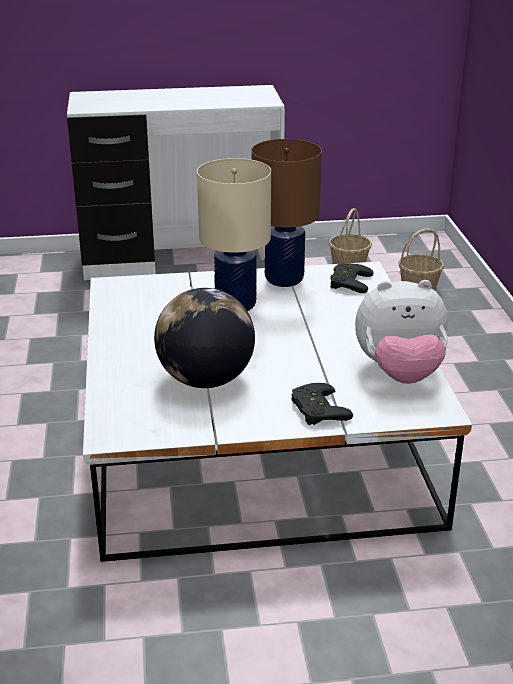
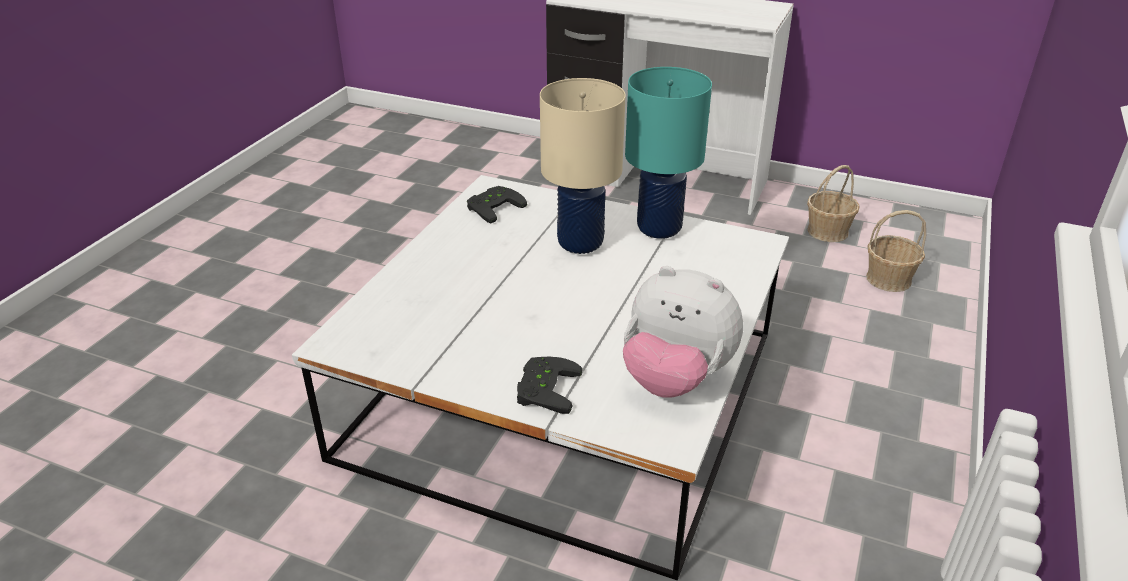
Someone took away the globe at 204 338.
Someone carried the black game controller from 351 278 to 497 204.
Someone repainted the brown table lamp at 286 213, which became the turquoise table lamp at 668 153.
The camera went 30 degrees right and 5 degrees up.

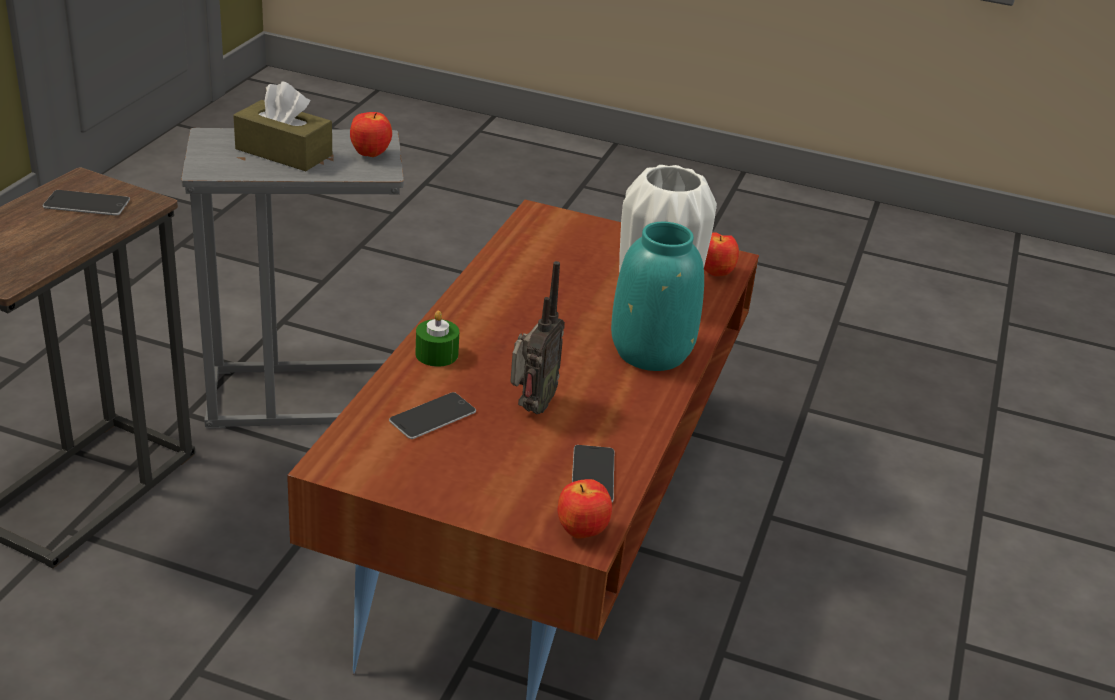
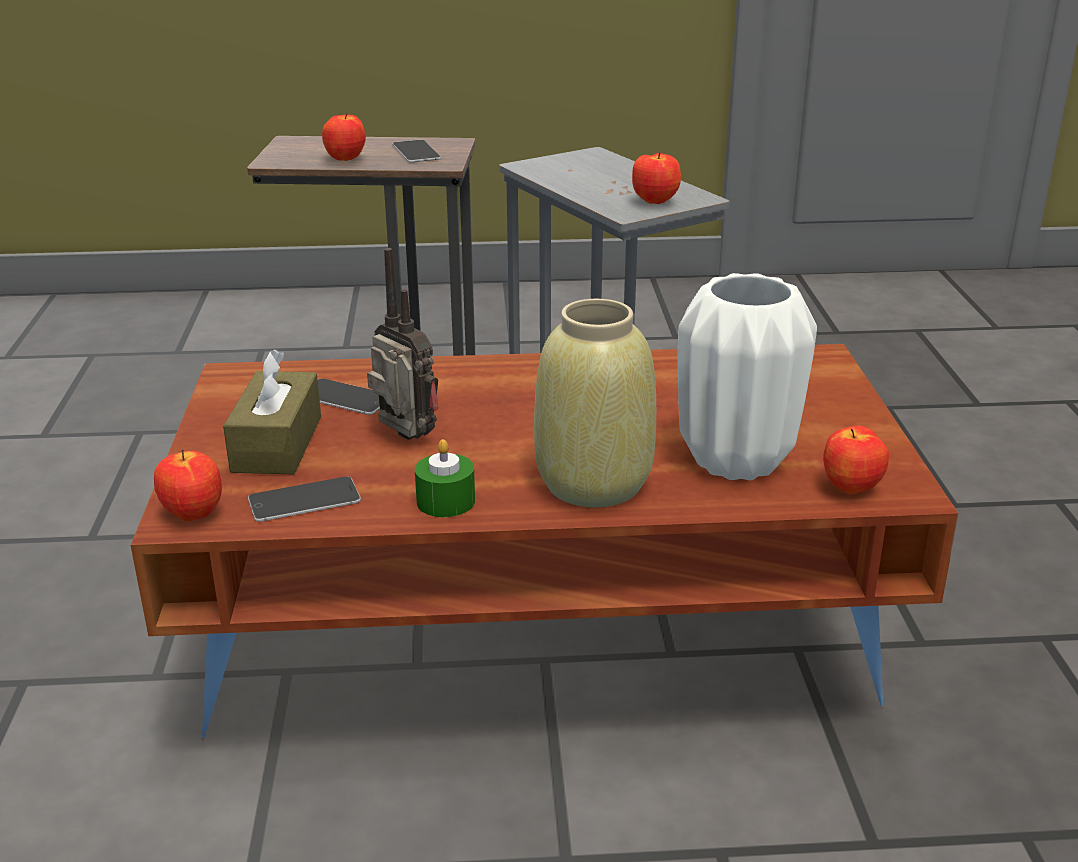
Someone put down the apple at 344 137.
Someone carried the brown tissue box from 282 126 to 272 412.
Someone carried the green candle from 437 339 to 445 478.
Someone repainted the turquoise vase at 657 296, which became the beige vase at 595 403.
Someone rotated the radio at 537 338 by 135 degrees counterclockwise.
The camera went 70 degrees right and 5 degrees down.

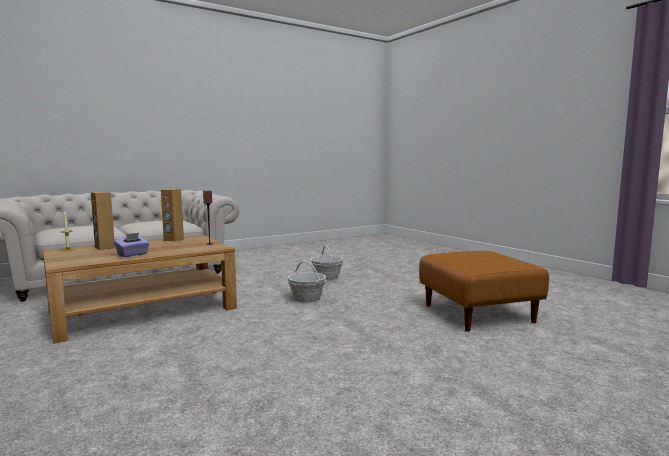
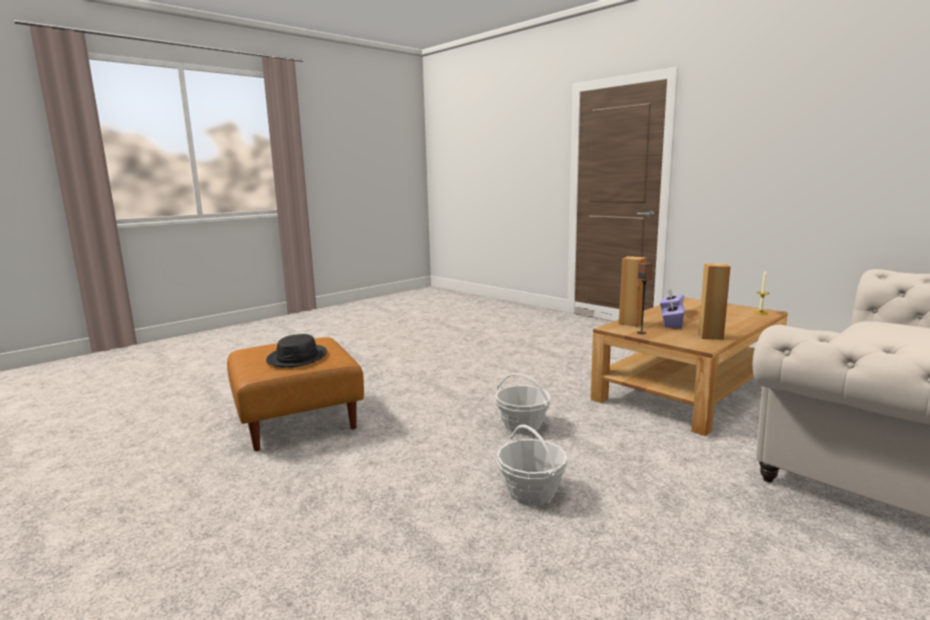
Someone put down the black hat at 296 351.
Someone put down the purple tissue box at 673 314.
Someone carried the brown speaker from 103 221 to 632 291.
The camera went 170 degrees right and 5 degrees up.

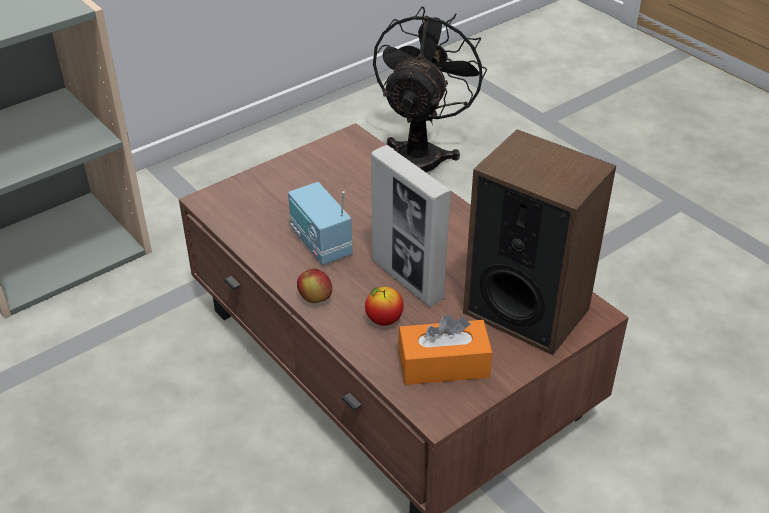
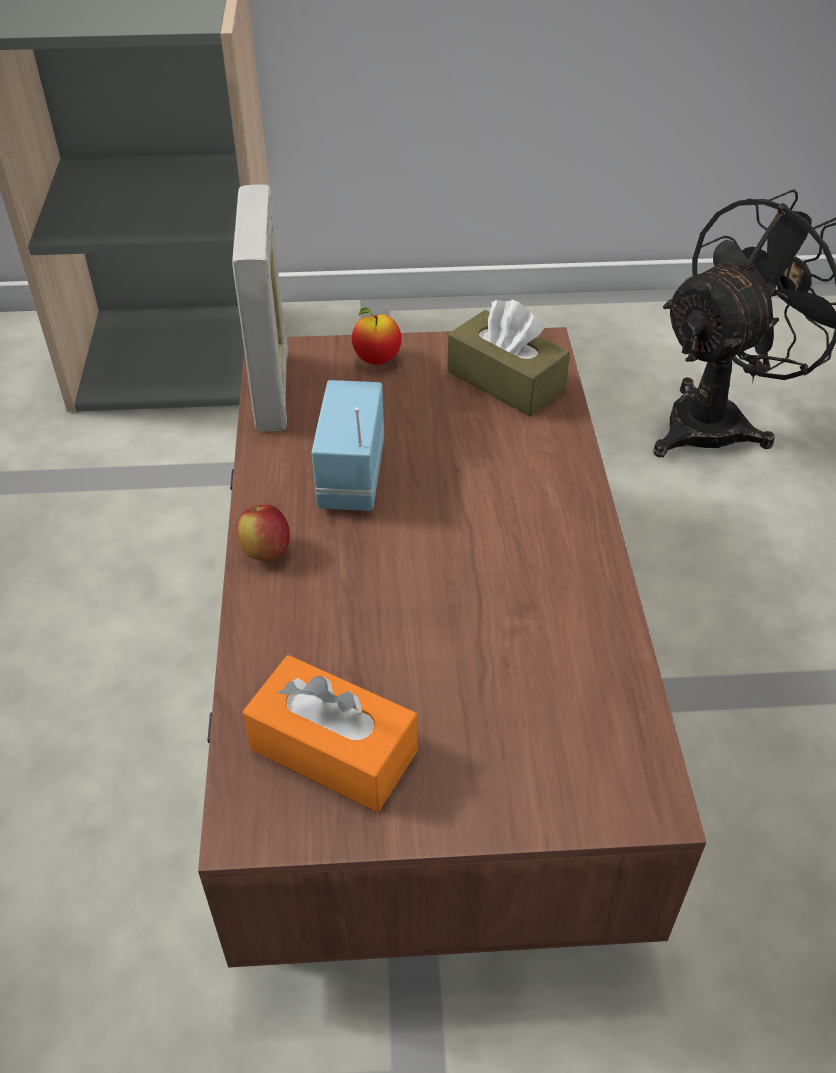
Someone took away the speaker at 539 242.
Someone put down the brown tissue box at 508 358.
Someone carried the apple from 384 306 to 376 336.
Someone carried the picture frame from 411 225 to 260 308.
The camera went 35 degrees right and 5 degrees up.

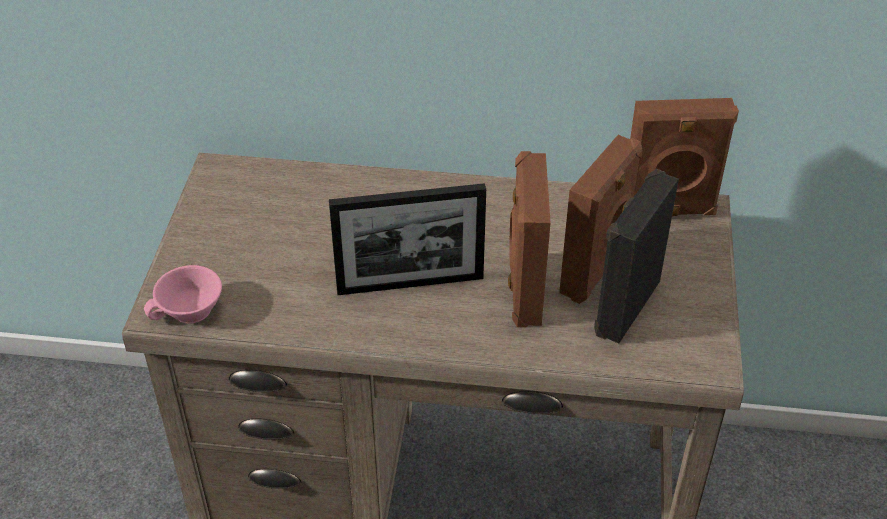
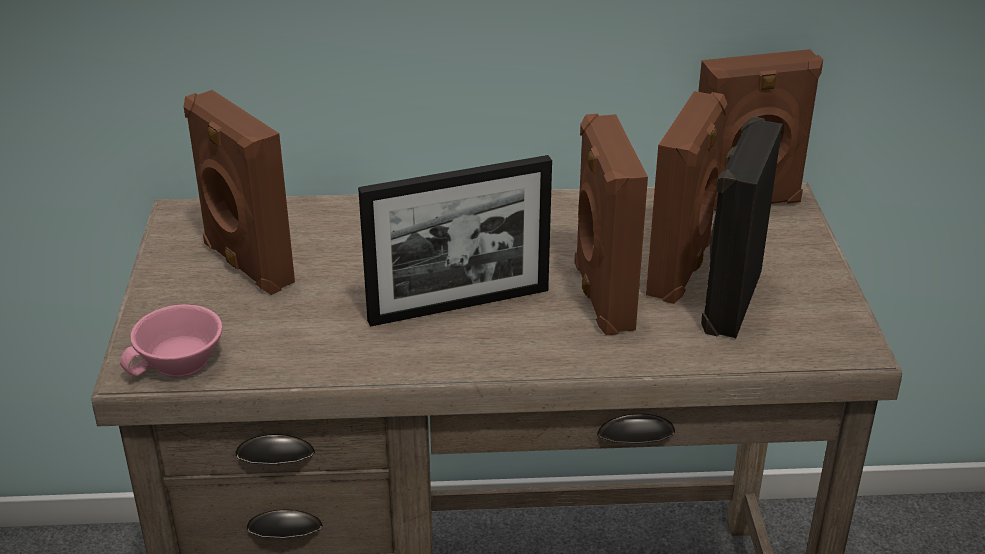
Someone put down the brown speaker at 239 192.
The camera went 10 degrees left and 10 degrees down.

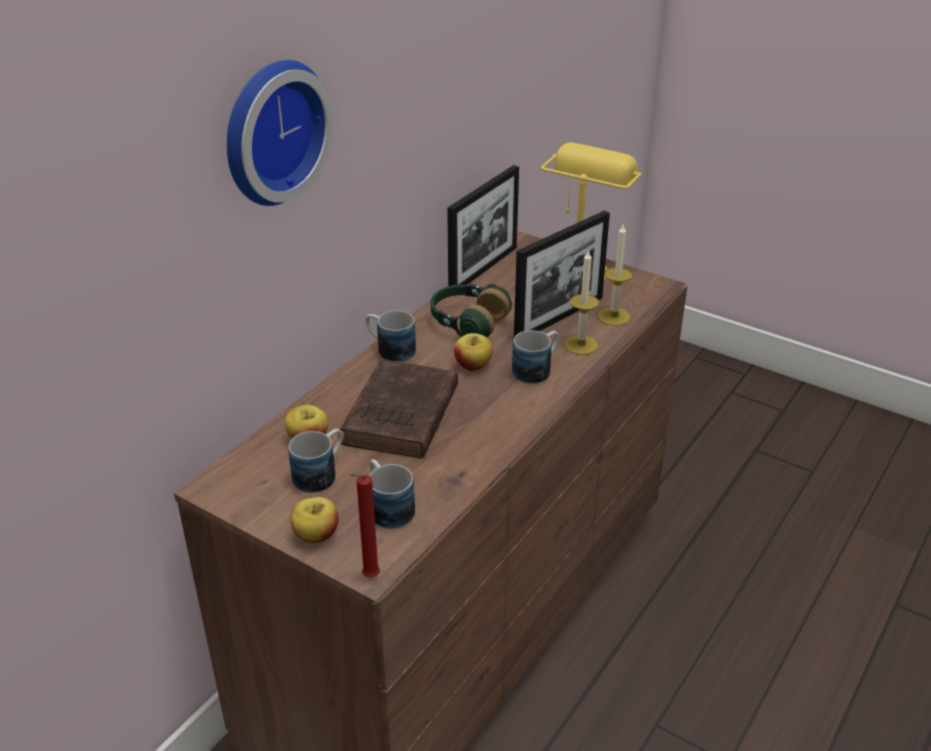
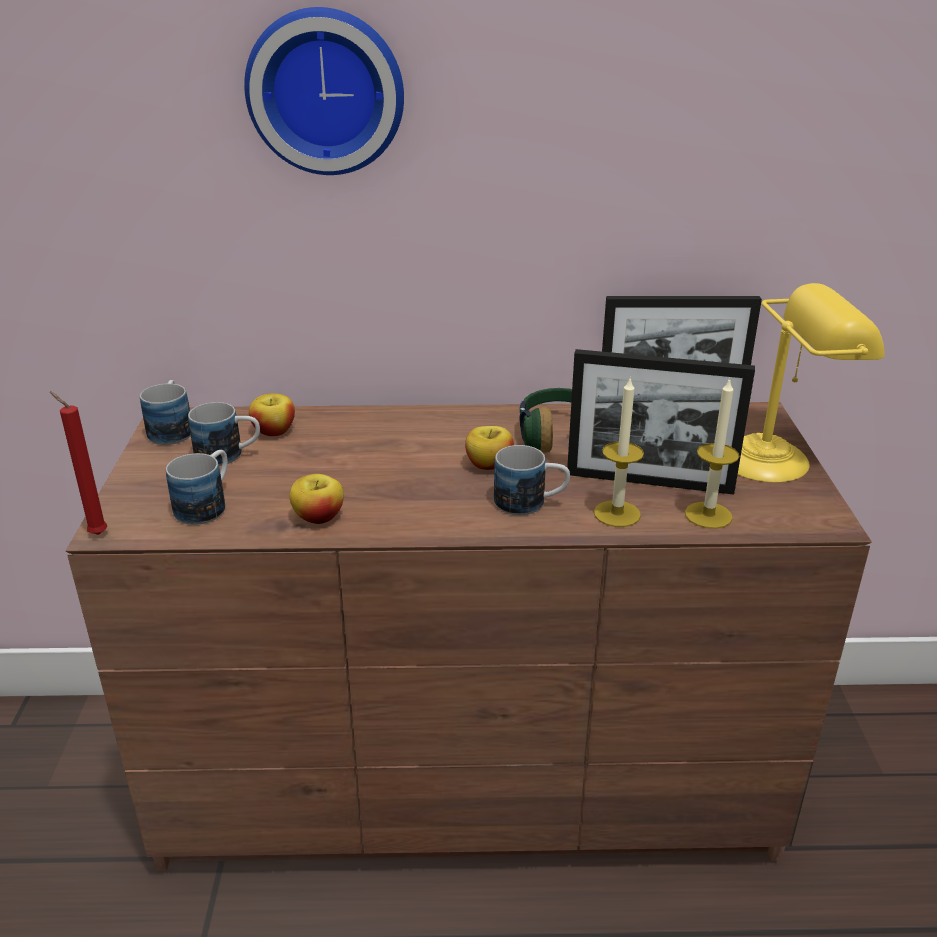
Someone took away the brown book at 399 409.
Someone carried the apple from 315 520 to 316 499.
Someone carried the mug from 391 336 to 165 412.
The camera went 55 degrees right and 5 degrees down.

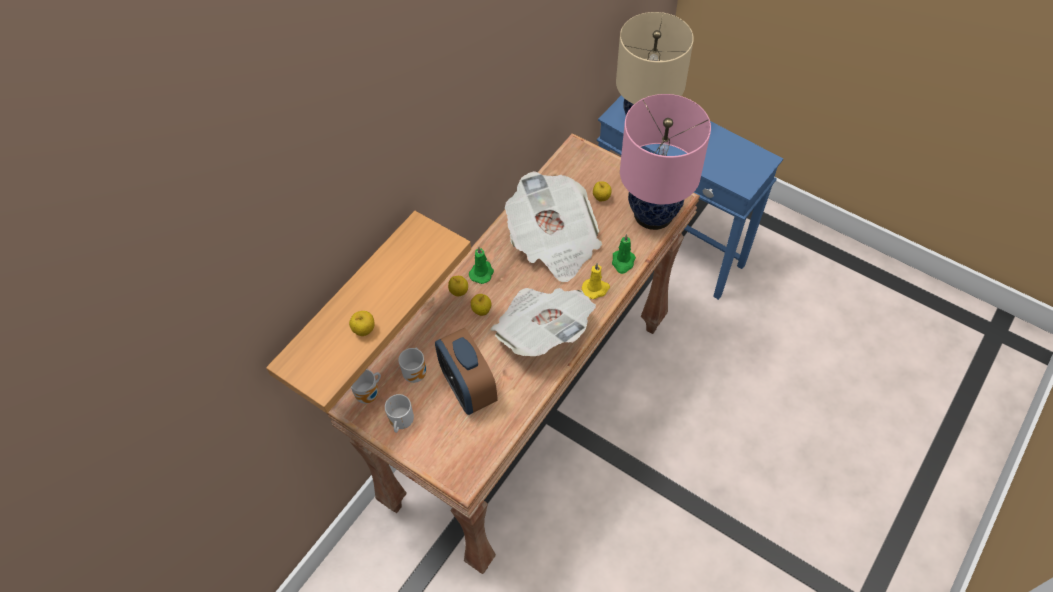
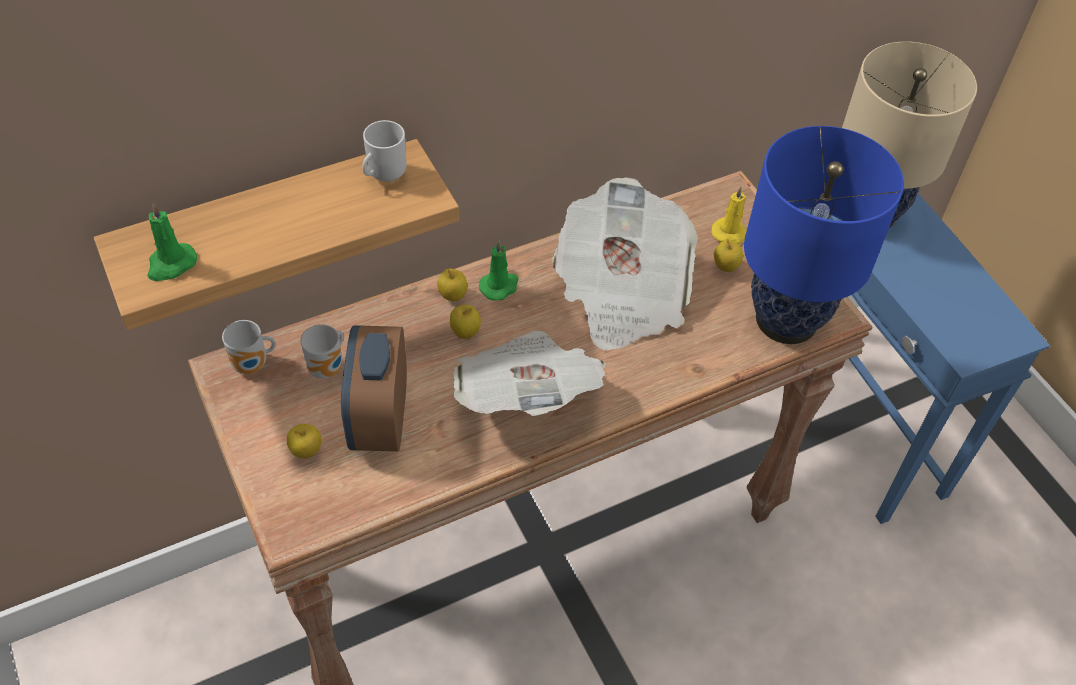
Someone carried the apple from 362 323 to 304 441.
Someone carried the mug from 399 413 to 384 151.
Someone carried the yellow candle from 596 281 to 729 215.
Someone carried the green candle from 624 254 to 172 242.
Someone repainted the pink table lamp at 665 162, which became the blue table lamp at 824 235.
The camera went 25 degrees right and 5 degrees down.

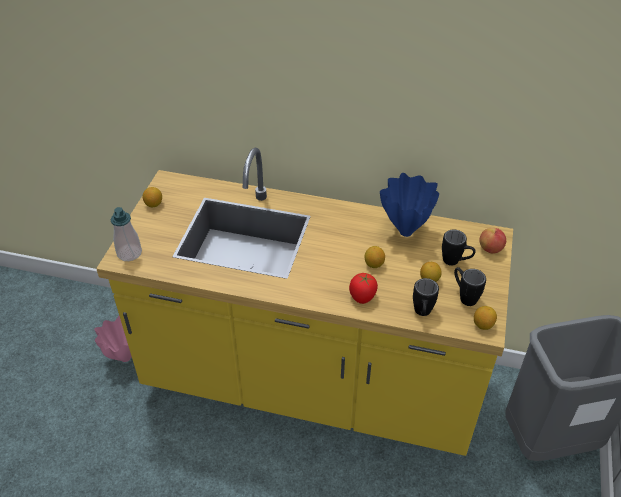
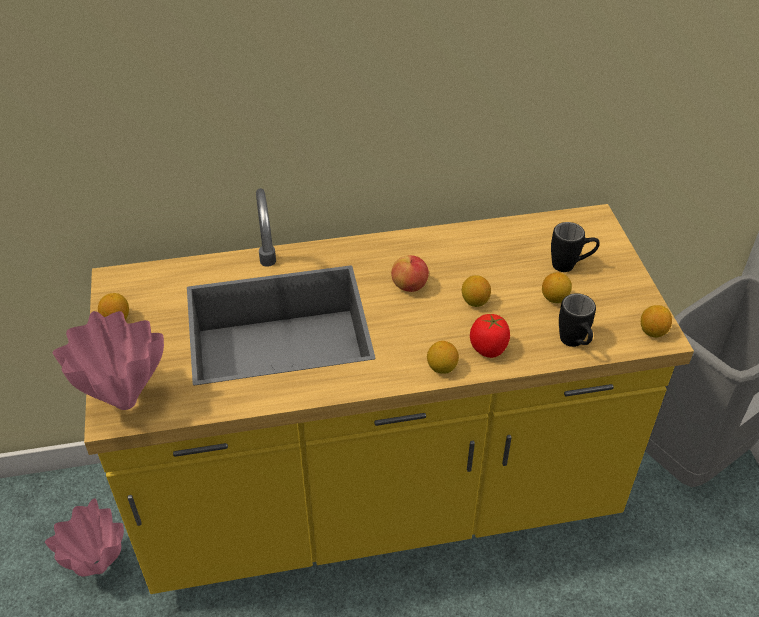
Someone took away the blue vase at 409 205.
Someone took away the black mug at 470 286.
Someone put down the lemon at 443 357.
Someone carried the apple from 492 240 to 410 273.
Someone swapped the soap dispenser at 126 234 for the pink vase at 108 360.
The camera went 25 degrees left and 0 degrees up.

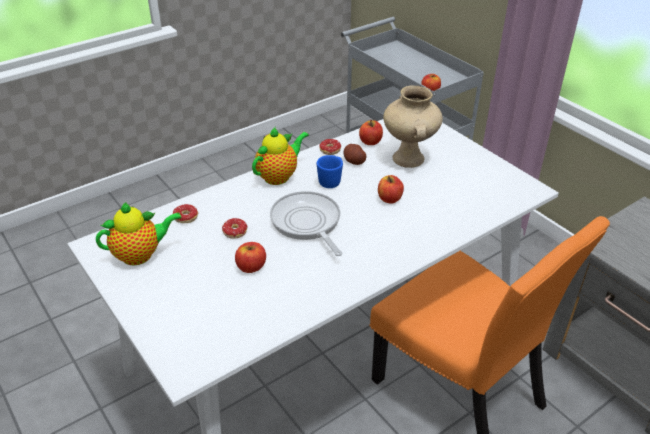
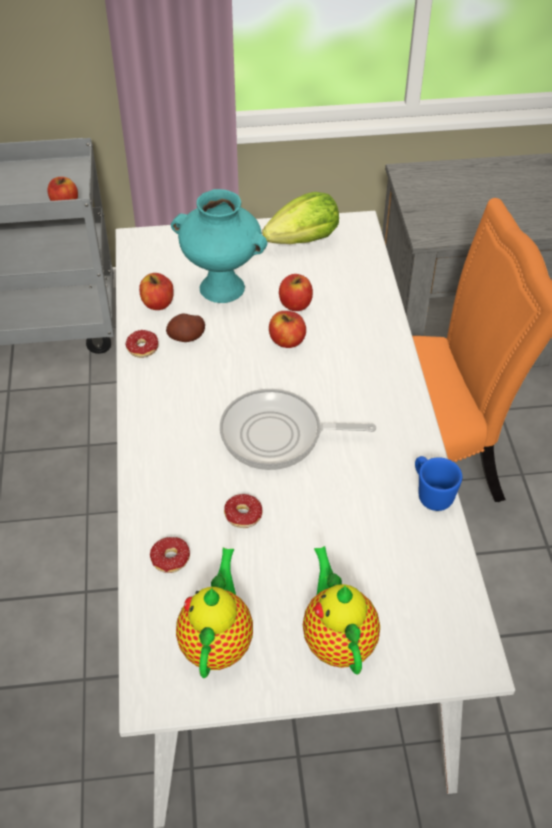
Someone put down the lettuce at 300 218.
Someone carried the apple from 250 257 to 296 292.
Someone carried the teapot from 280 156 to 341 610.
Someone carried the blue mug from 330 171 to 438 483.
Someone repainted the beige vase at 413 127, which became the turquoise vase at 219 246.
The camera went 60 degrees left and 10 degrees up.

